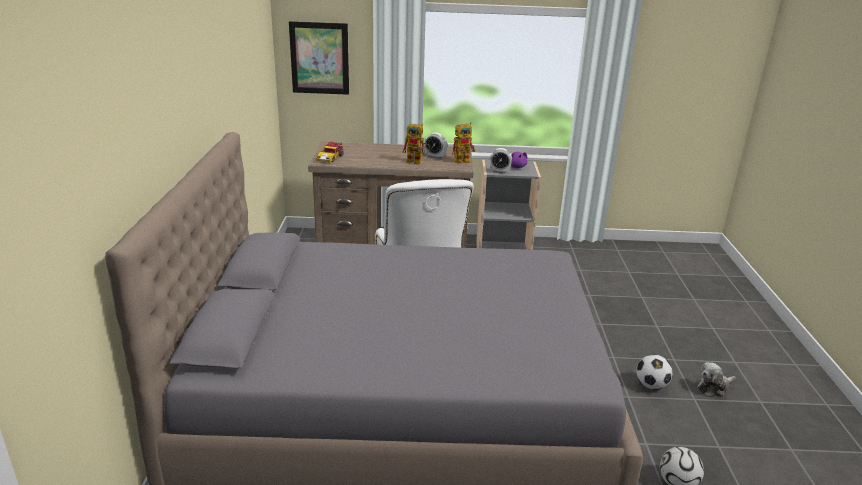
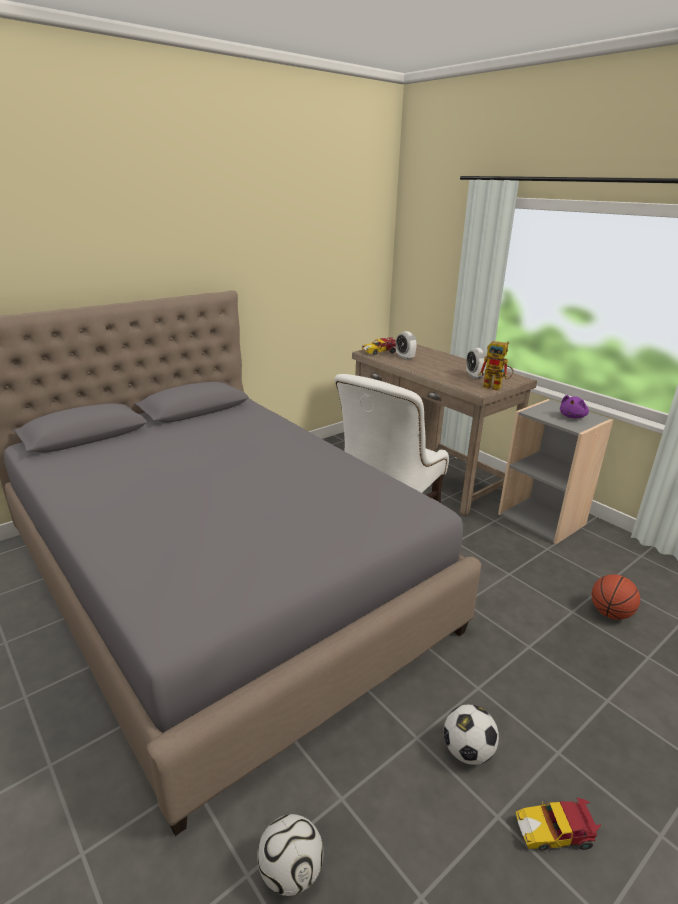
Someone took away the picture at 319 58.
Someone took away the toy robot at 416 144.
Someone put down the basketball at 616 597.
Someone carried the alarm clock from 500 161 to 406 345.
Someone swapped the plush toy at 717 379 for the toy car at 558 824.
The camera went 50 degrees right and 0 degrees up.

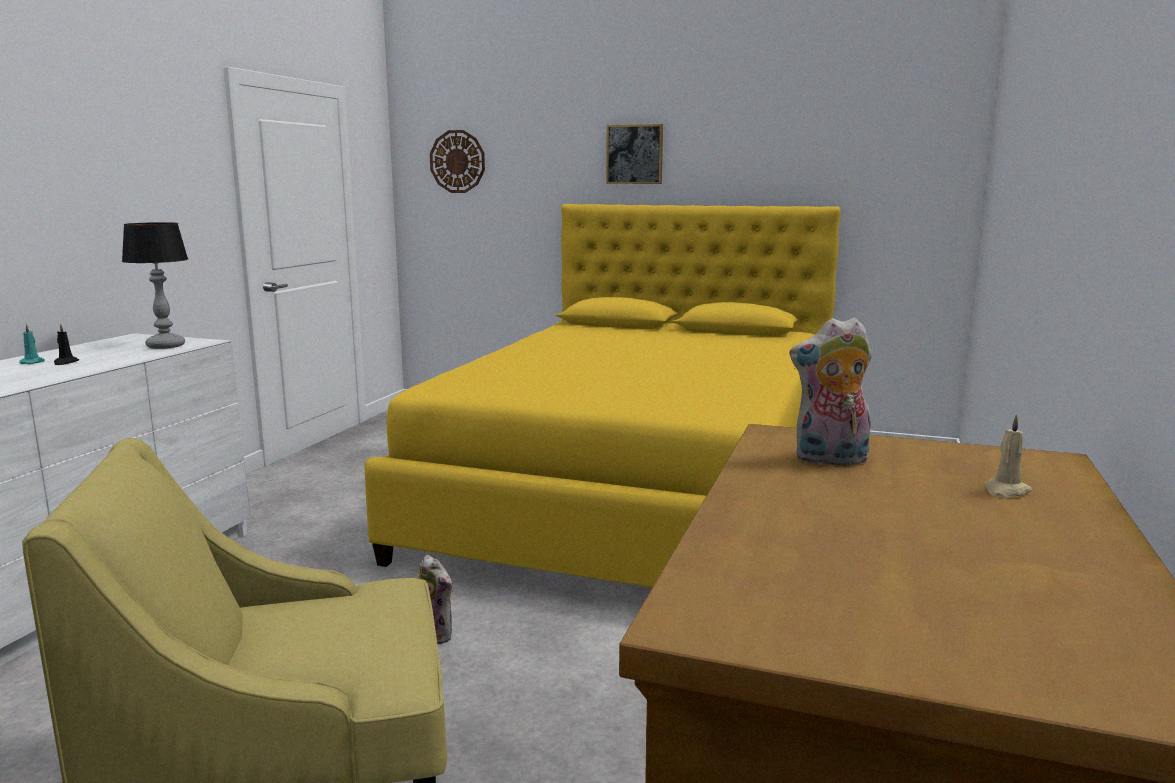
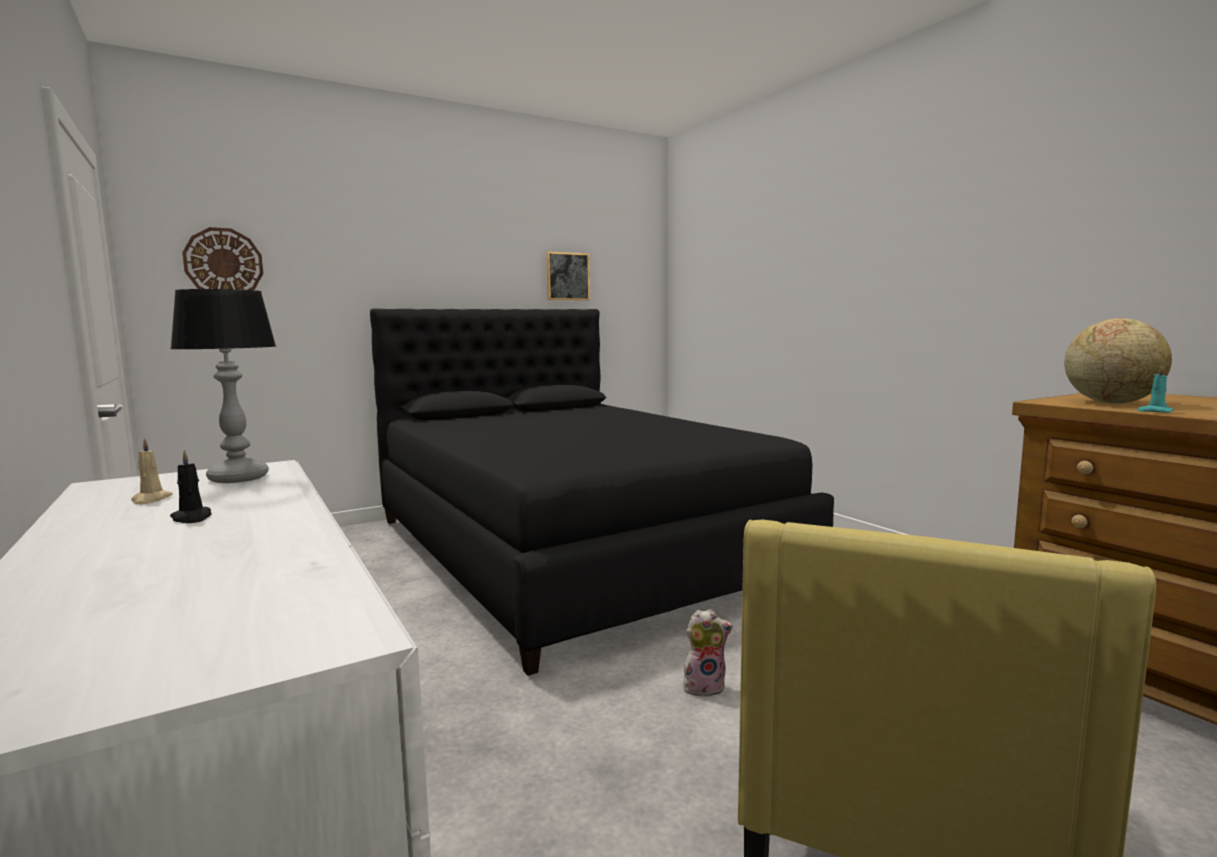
Someone carried the turquoise candle from 32 344 to 1155 389.
Someone carried the picture from 634 154 to 568 276.
Someone carried the beige candle from 1008 456 to 152 471.
Someone swapped the plush toy at 830 391 for the globe at 1118 361.
Someone repainted the yellow bed at 602 396, which became the black bed at 602 492.
The camera went 50 degrees left and 5 degrees down.

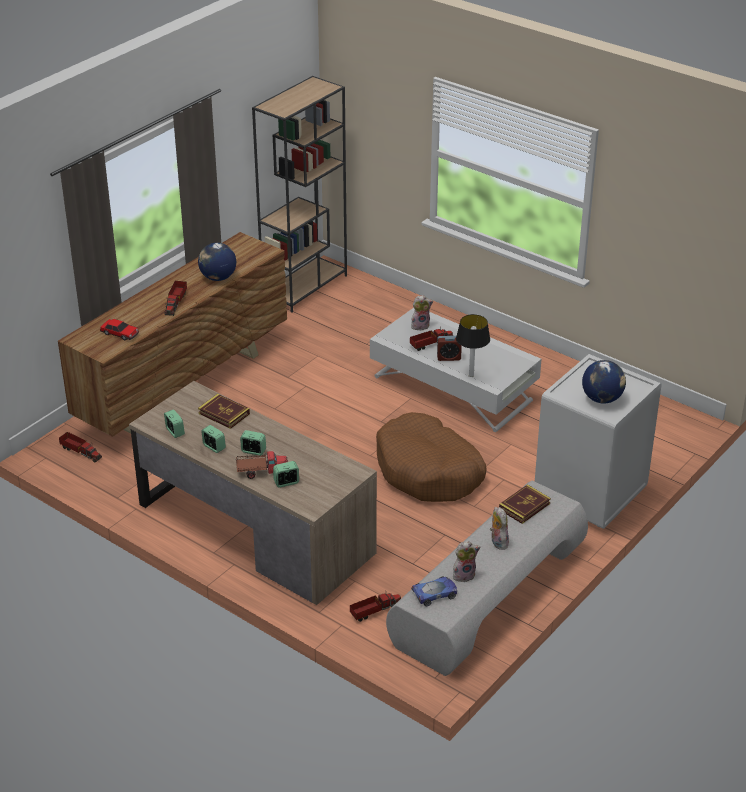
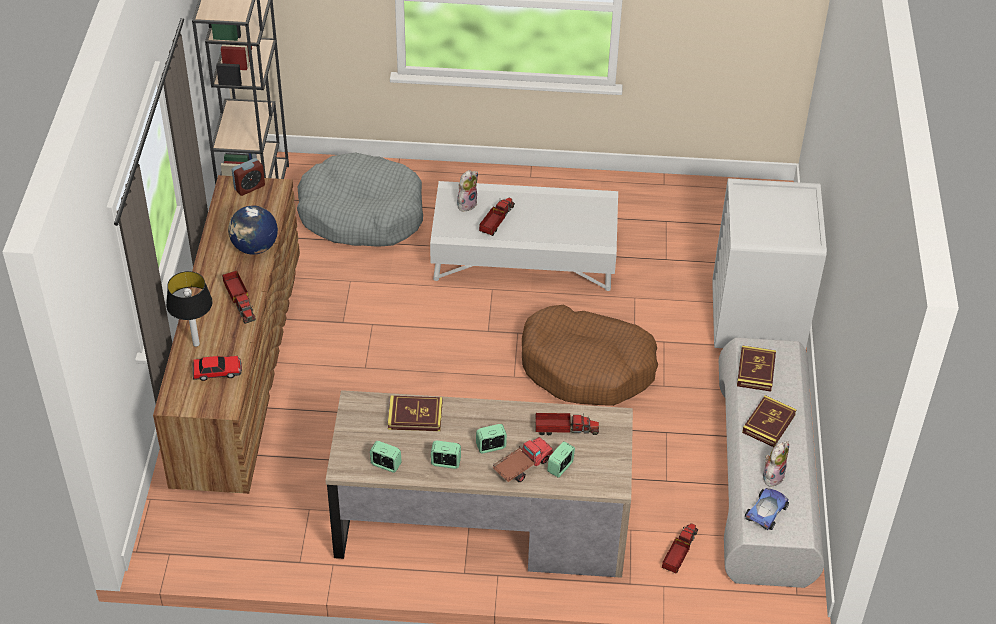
Someone took away the globe at 604 382.
Someone put down the grey dog bed at 360 200.
Someone carried the toy truck from 80 447 to 567 424.
Someone carried the alarm clock from 449 348 to 248 177.
Someone carried the table lamp from 473 345 to 189 309.
Someone swapped the plush toy at 499 528 for the book at 769 421.
The camera went 35 degrees left and 10 degrees up.

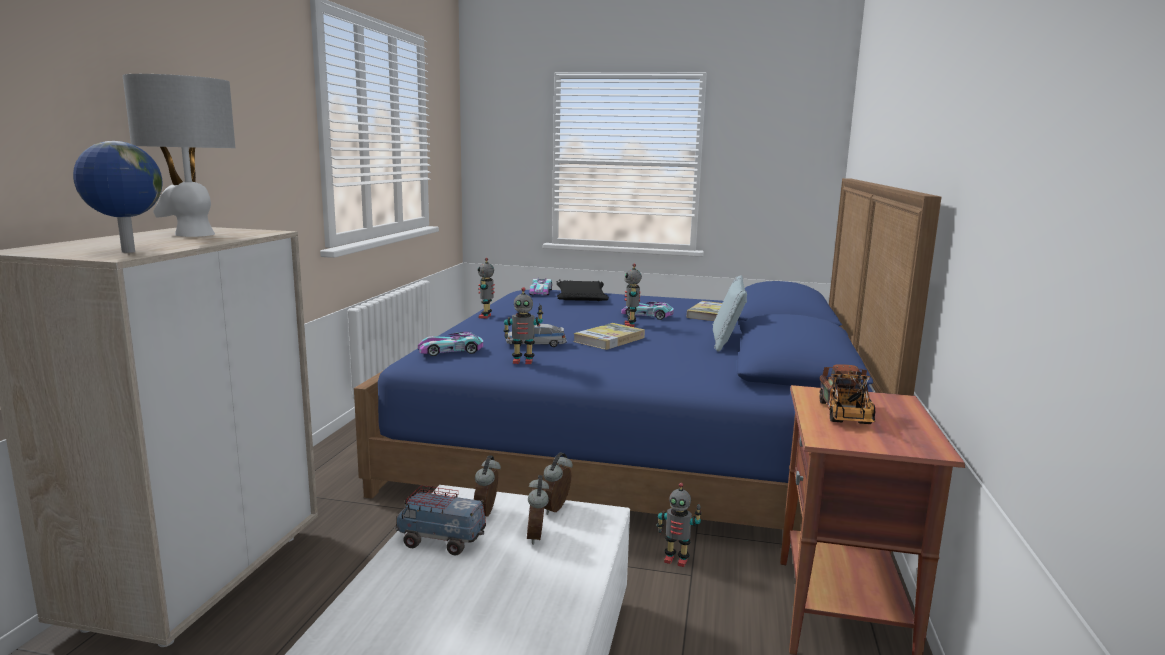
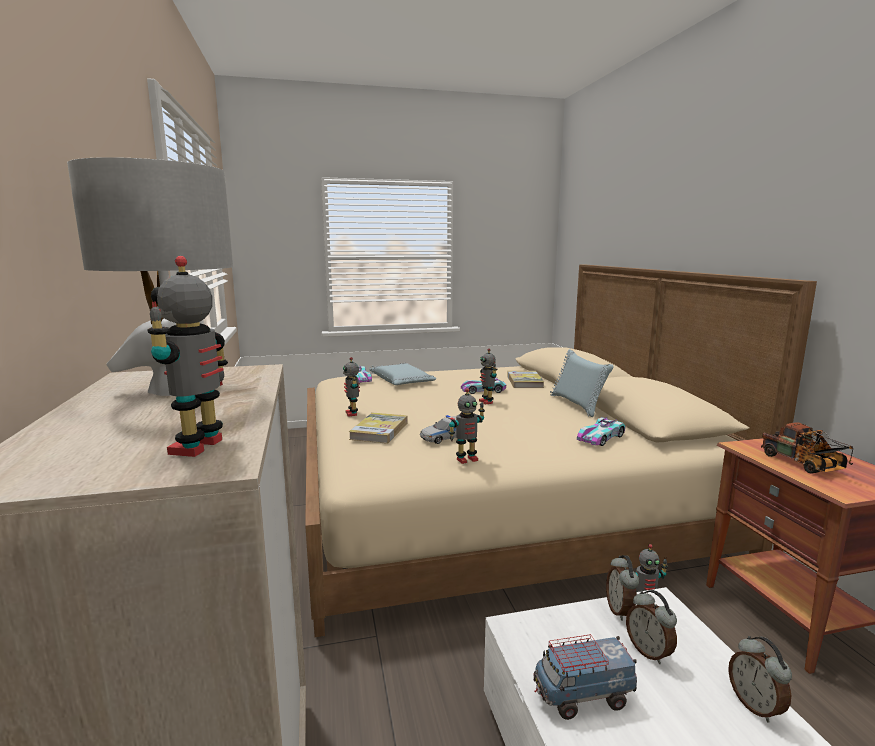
Someone carried the toy car from 450 344 to 601 431.
Someone carried the alarm clock from 487 485 to 760 679.
Someone carried the book from 609 336 to 378 428.
Someone swapped the globe at 117 197 for the toy robot at 187 356.
Someone repainted the blue bed at 647 365, which became the beige bed at 561 451.
Someone repainted the black pillow at 583 290, which became the blue pillow at 402 374.
The camera went 25 degrees left and 0 degrees up.

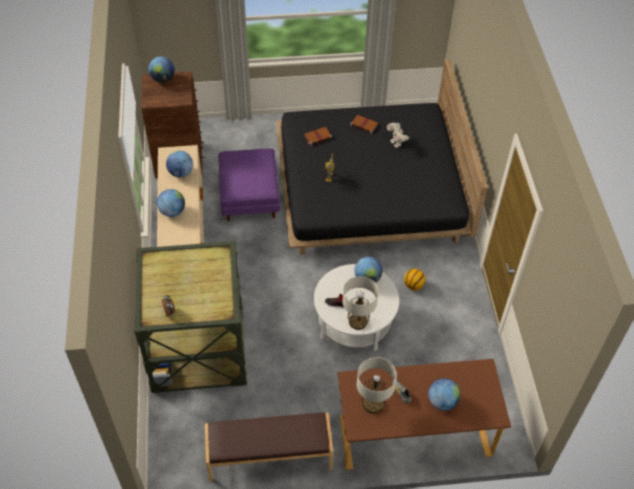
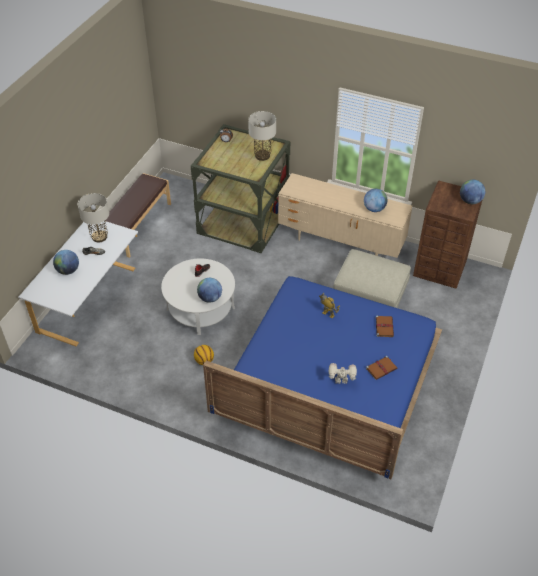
Someone took away the globe at 171 203.
Someone carried the table lamp from 360 303 to 262 136.
Someone repainted the purple ottoman at 249 185, which became the beige ottoman at 372 278.
Someone repainted the black bed at 382 157, which became the blue bed at 322 377.
Someone repainted the brown desk at 424 414, which became the white desk at 78 283.
The camera went 120 degrees right and 5 degrees down.

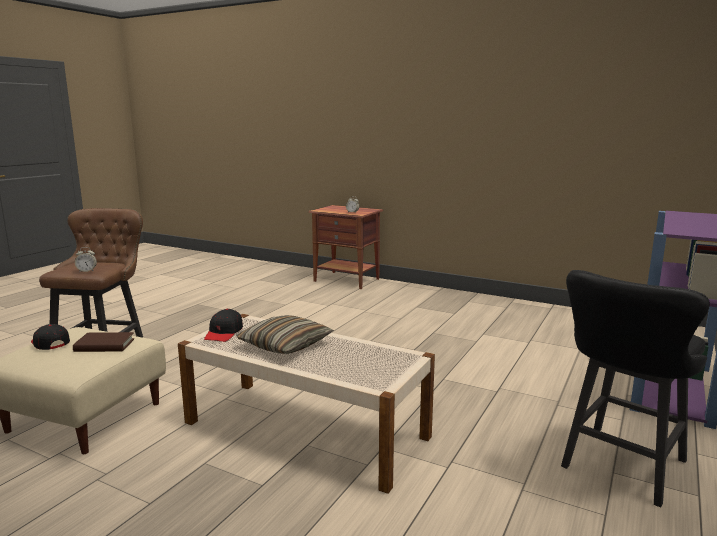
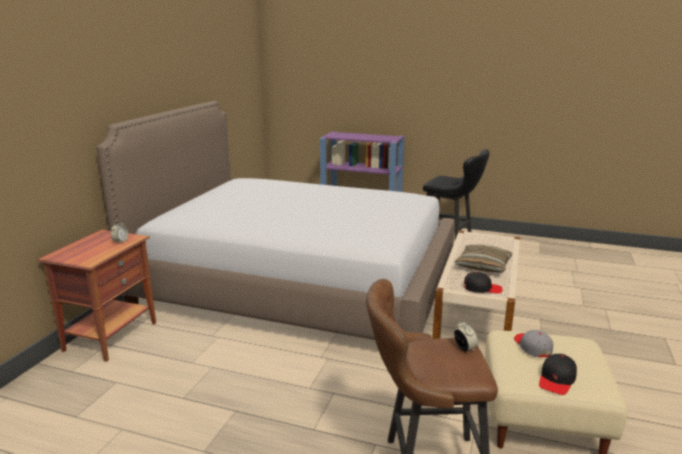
Someone put down the bed at 275 220.
Someone swapped the brown book at 103 342 for the grey cap at 533 343.
The camera went 100 degrees left and 5 degrees up.

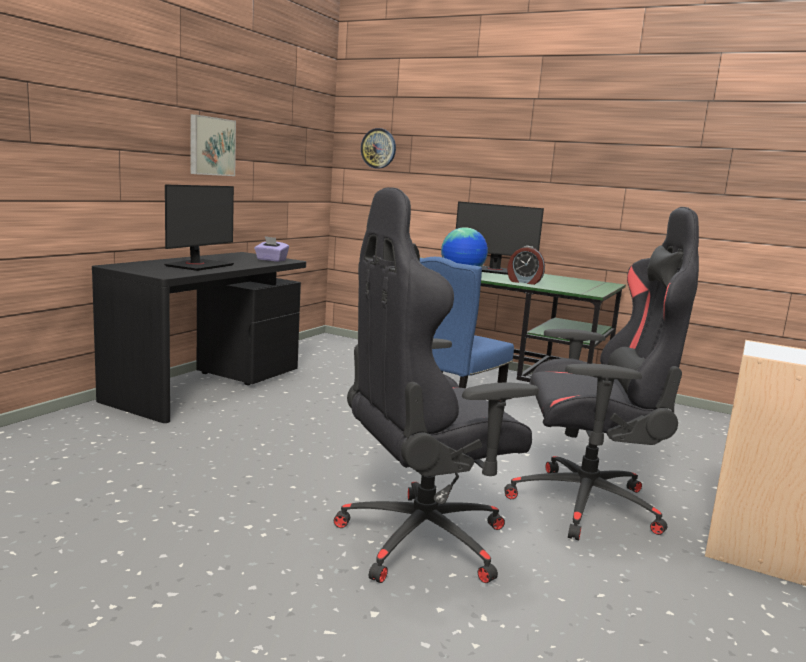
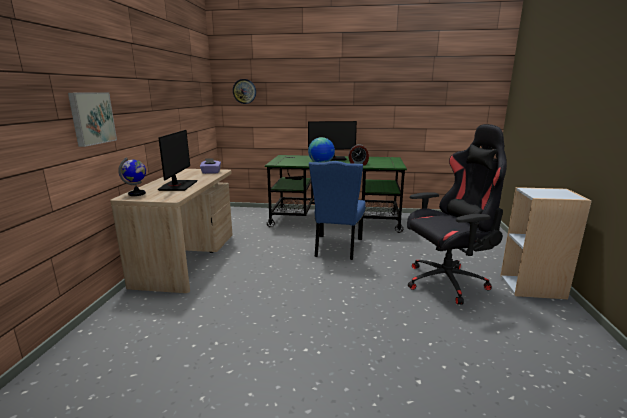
Someone took away the black office chair at 436 385.
Someone put down the globe at 132 177.
Someone carried the picture from 213 145 to 92 119.
Someone repainted the black desk at 199 337, which became the beige desk at 171 231.
The camera went 20 degrees left and 5 degrees up.

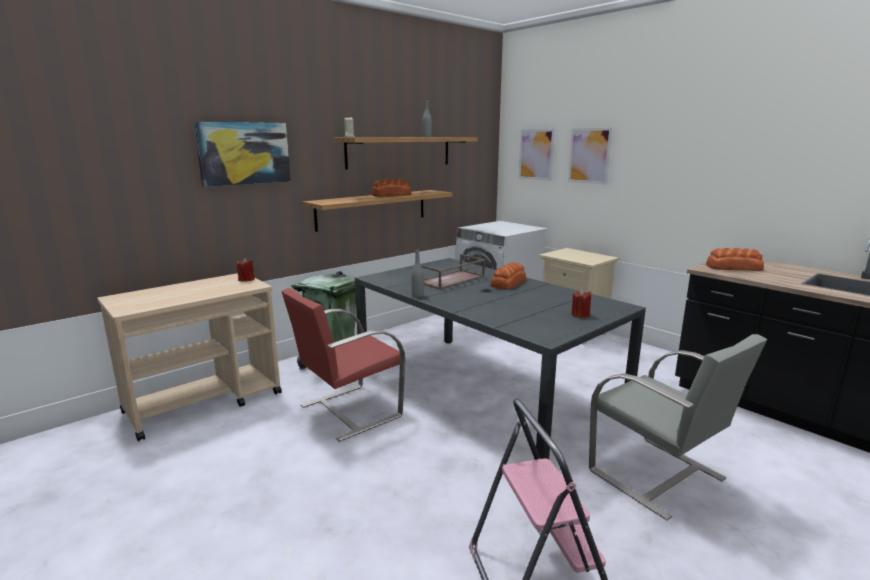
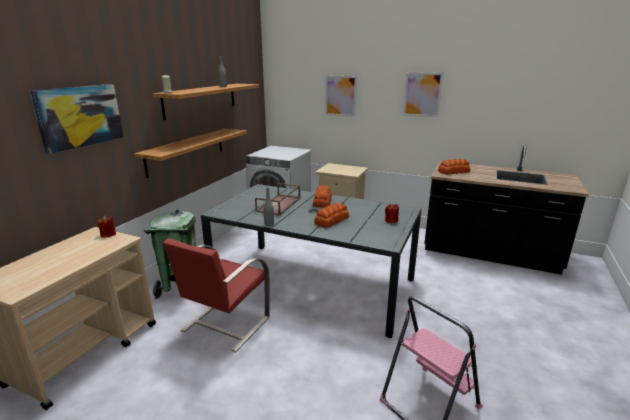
Someone took away the grey chair at 678 427.
Someone carried the bread from 391 188 to 331 214.
Someone carried the picture from 537 155 to 423 94.
The camera went 25 degrees left and 5 degrees up.

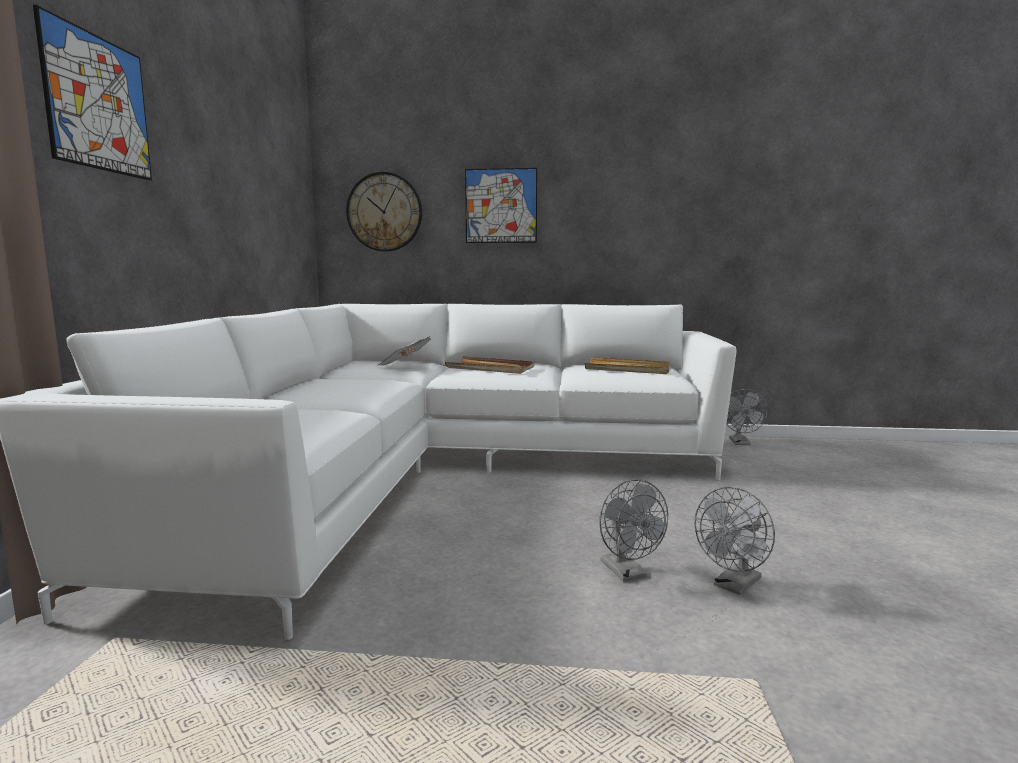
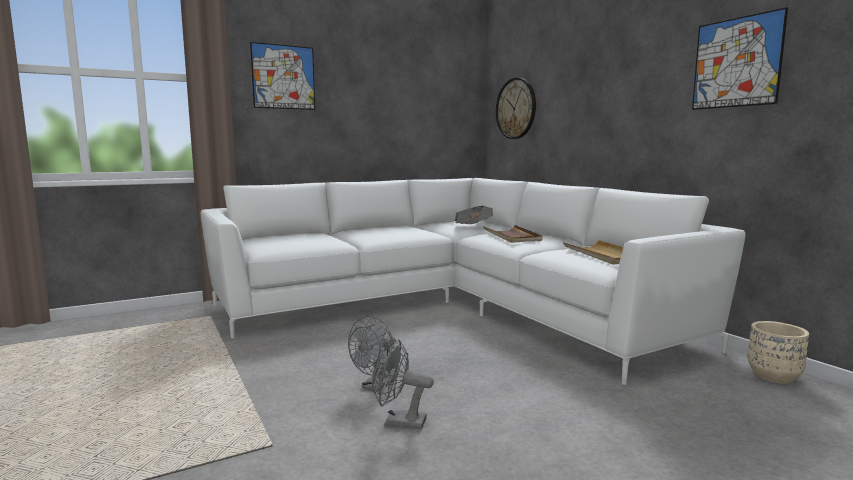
Someone carried the picture from 501 205 to 740 58.
Someone swapped the grey fan at 746 417 for the beige planter at 778 352.
The camera went 55 degrees right and 0 degrees up.

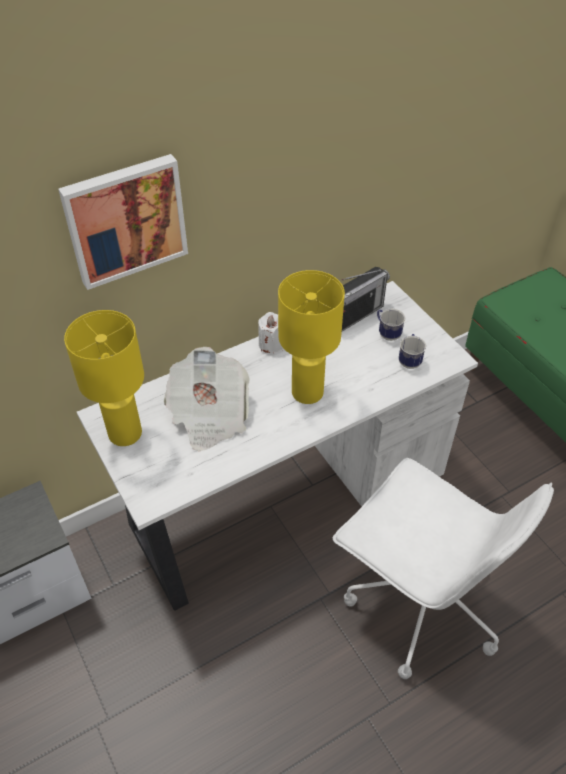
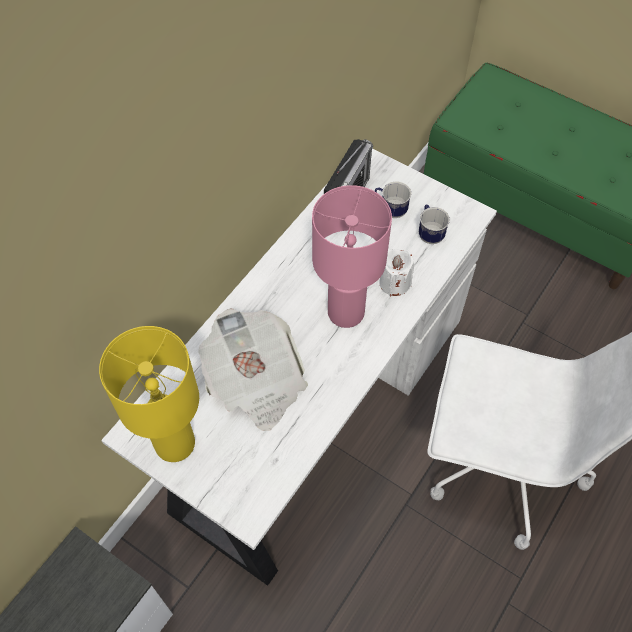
Someone took away the picture at 123 222.
Someone carried the white candle from 270 332 to 396 272.
Someone repainted the yellow table lamp at 311 337, which became the pink table lamp at 352 256.
The camera went 25 degrees left and 10 degrees up.

